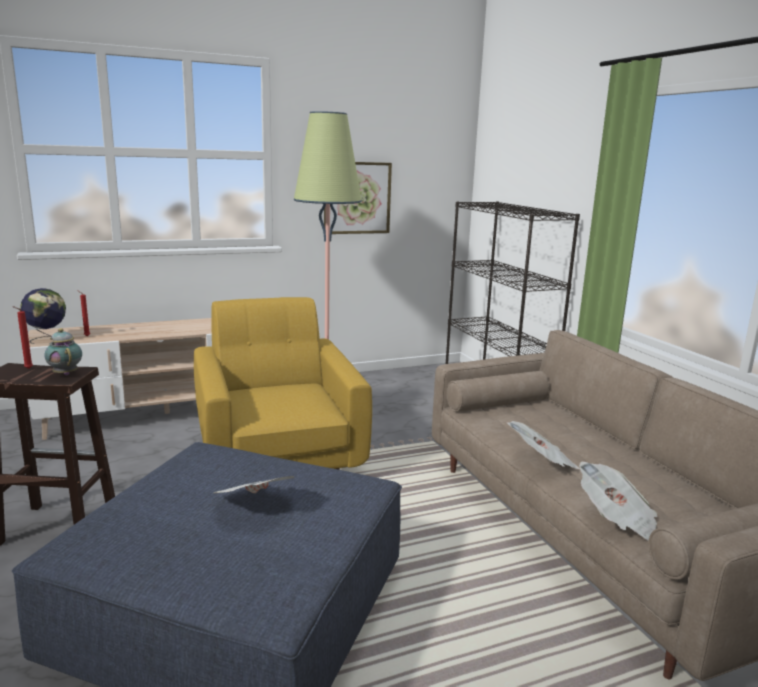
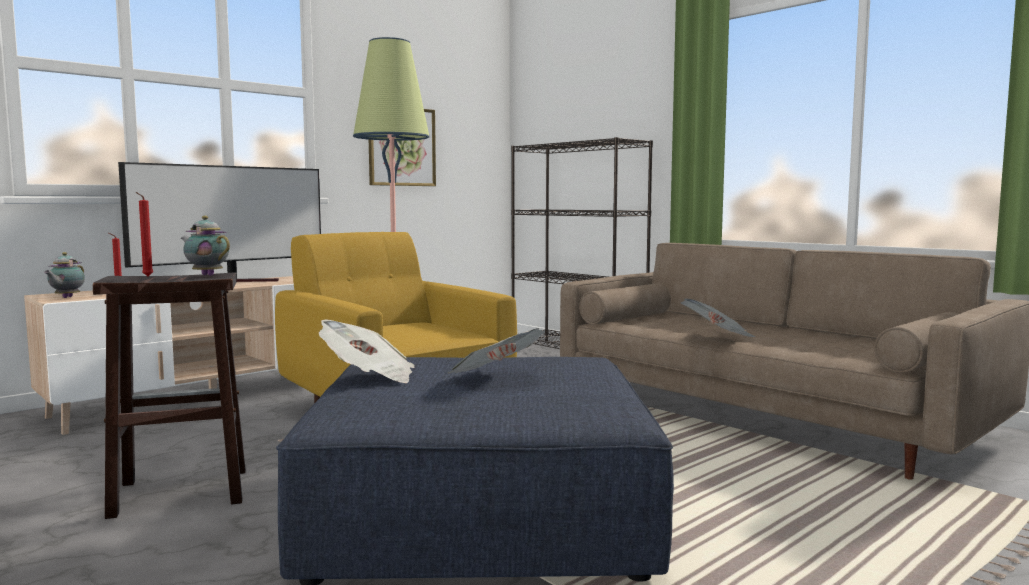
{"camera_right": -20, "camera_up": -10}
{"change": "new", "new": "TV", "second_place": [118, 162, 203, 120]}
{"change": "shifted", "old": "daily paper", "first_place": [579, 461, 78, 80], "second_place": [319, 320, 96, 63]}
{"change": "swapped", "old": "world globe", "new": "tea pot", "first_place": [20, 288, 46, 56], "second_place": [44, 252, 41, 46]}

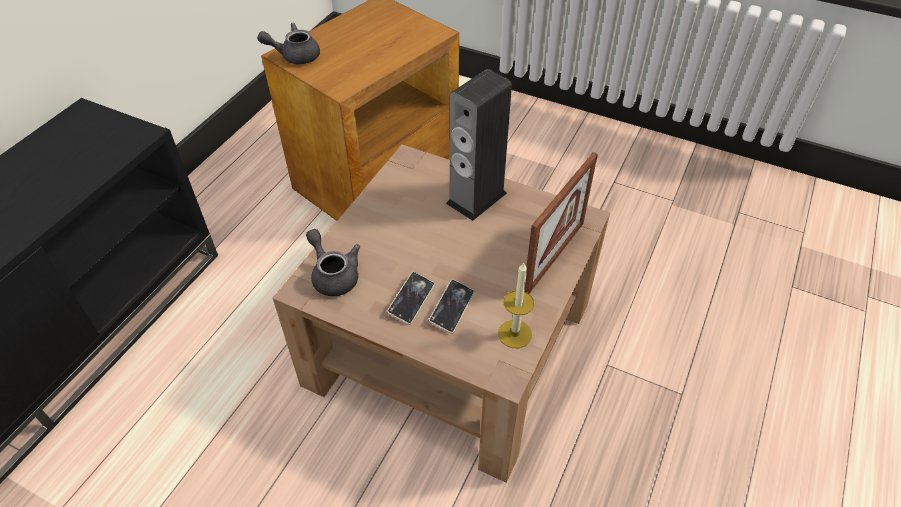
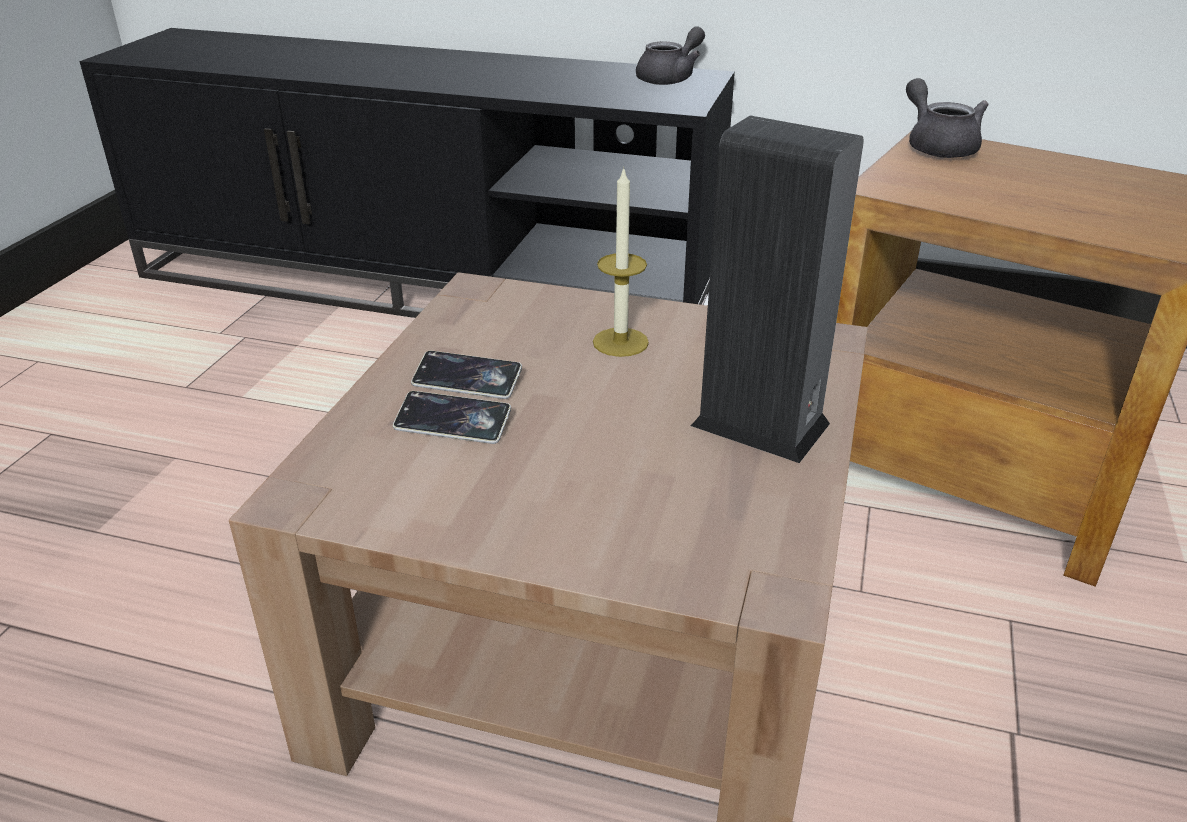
{"camera_right": 80, "camera_up": -15}
{"change": "gone", "old": "standing frame", "first_place": [524, 152, 74, 142]}
{"change": "shifted", "old": "greyish tea pot", "first_place": [306, 229, 54, 67], "second_place": [636, 26, 69, 59]}
{"change": "shifted", "old": "wax light", "first_place": [498, 263, 36, 85], "second_place": [593, 166, 56, 191]}

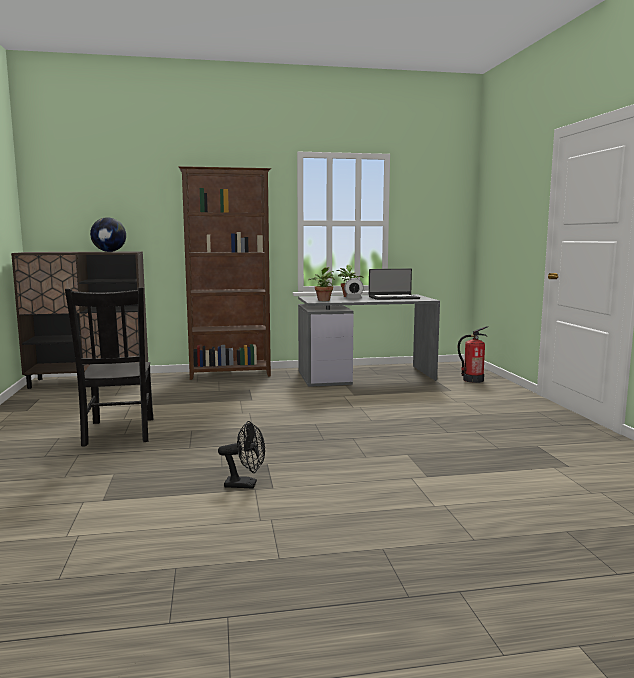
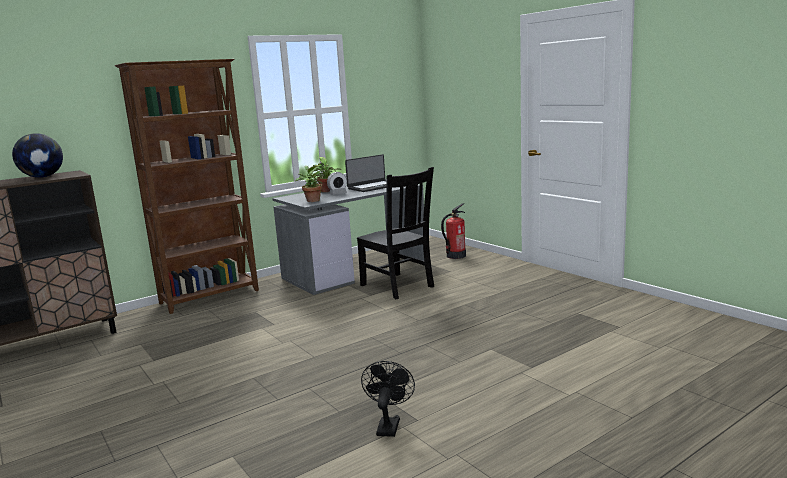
{"camera_right": -25, "camera_up": 5}
{"change": "shifted", "old": "black upright chair", "first_place": [65, 287, 88, 159], "second_place": [357, 167, 77, 132]}
{"change": "rotated", "old": "black cooling fan", "first_place": [218, 421, 47, 68], "second_place": [361, 361, 54, 76], "degrees": -60}

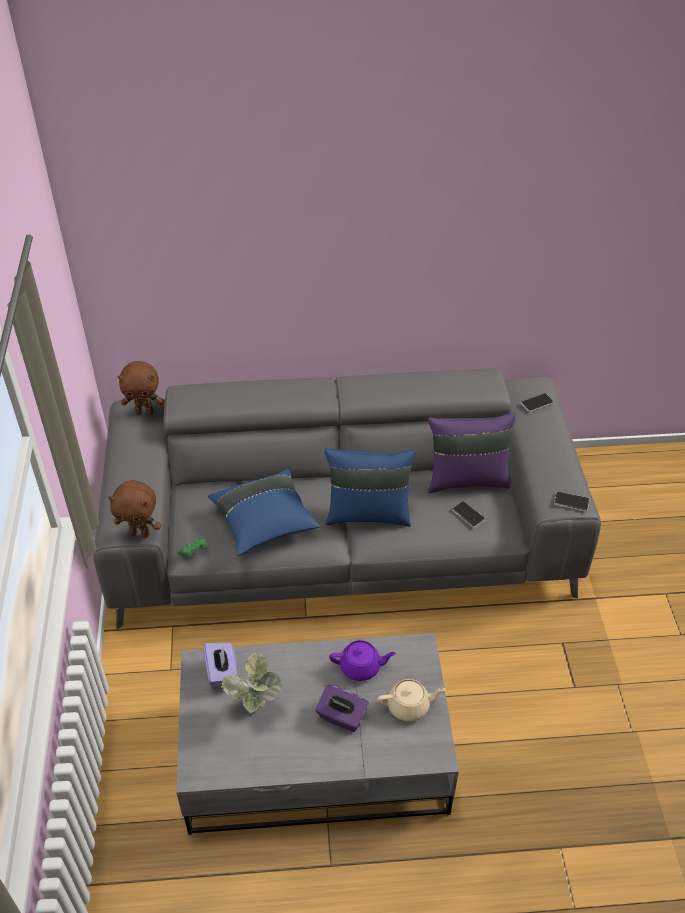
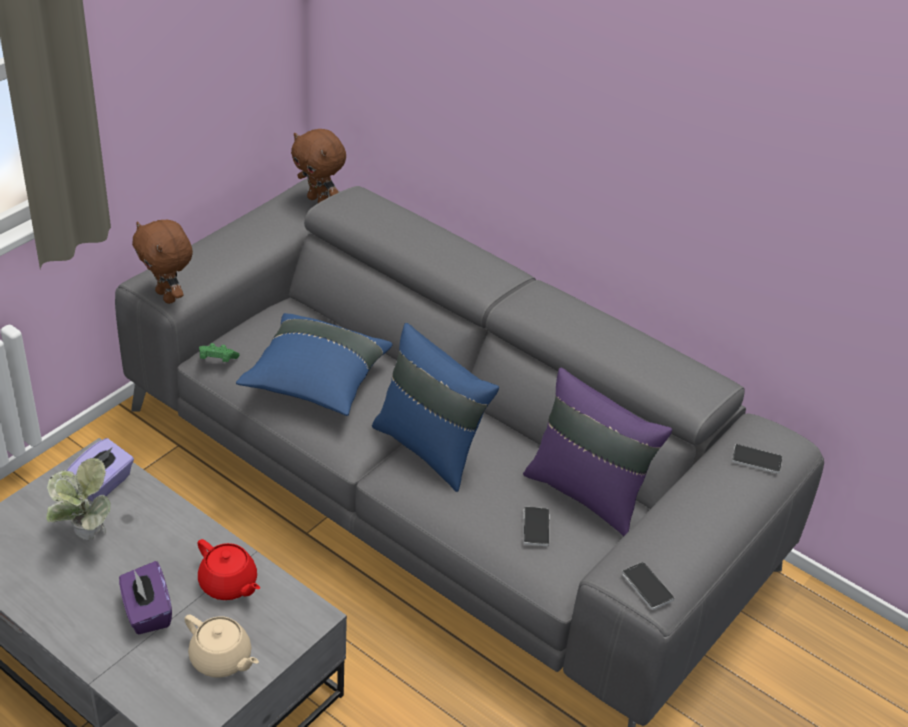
{"camera_right": 40, "camera_up": -5}
{"change": "repainted", "old": "purplish tea pot", "new": "red tea pot", "first_place": [329, 640, 67, 41], "second_place": [198, 539, 62, 61]}

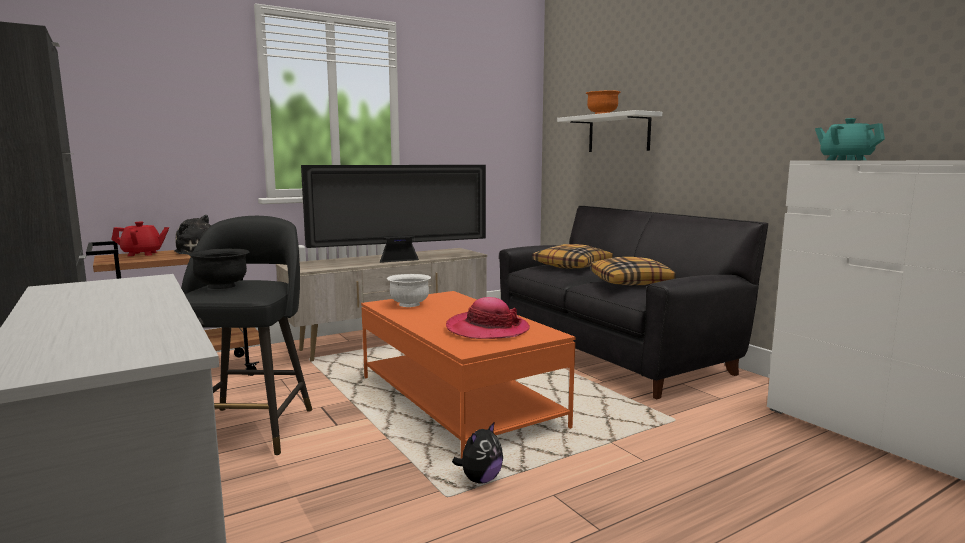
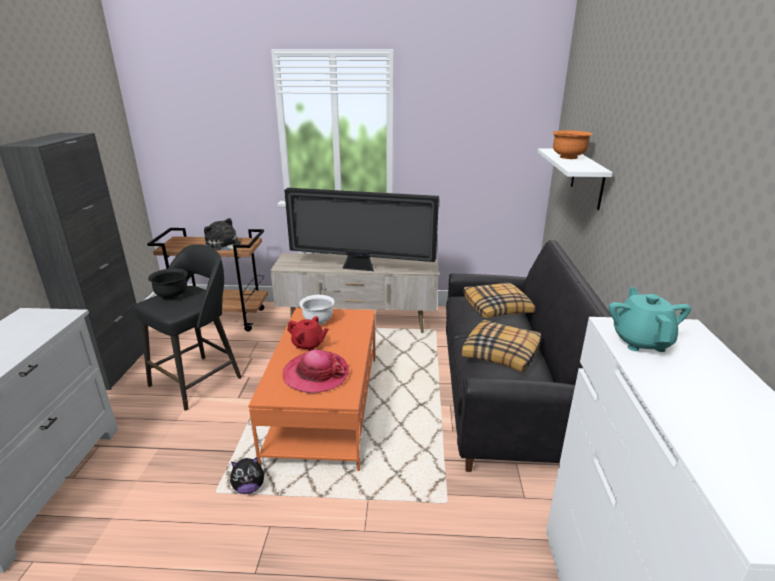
{"camera_right": 35, "camera_up": 15}
{"change": "shifted", "old": "red tea pot", "first_place": [111, 222, 58, 34], "second_place": [287, 316, 41, 35]}

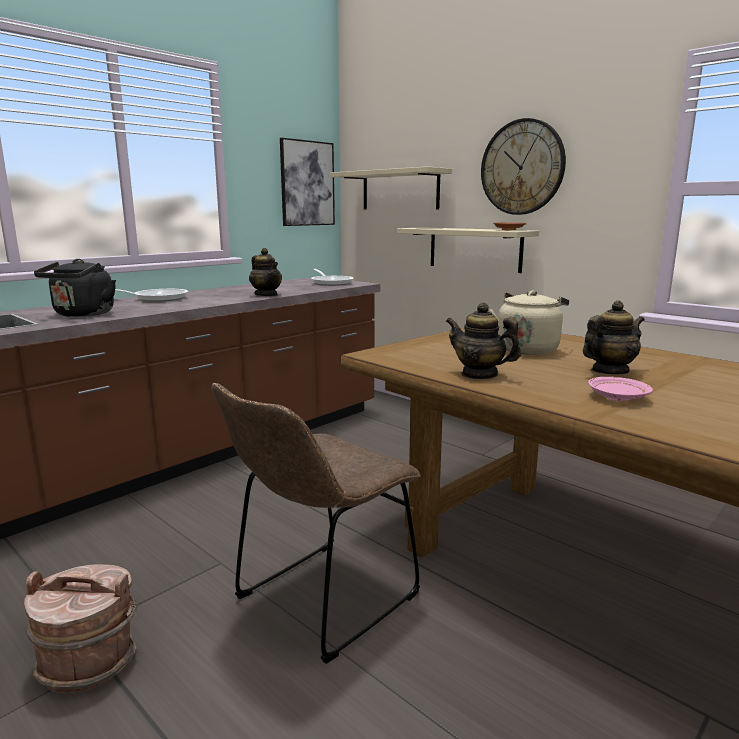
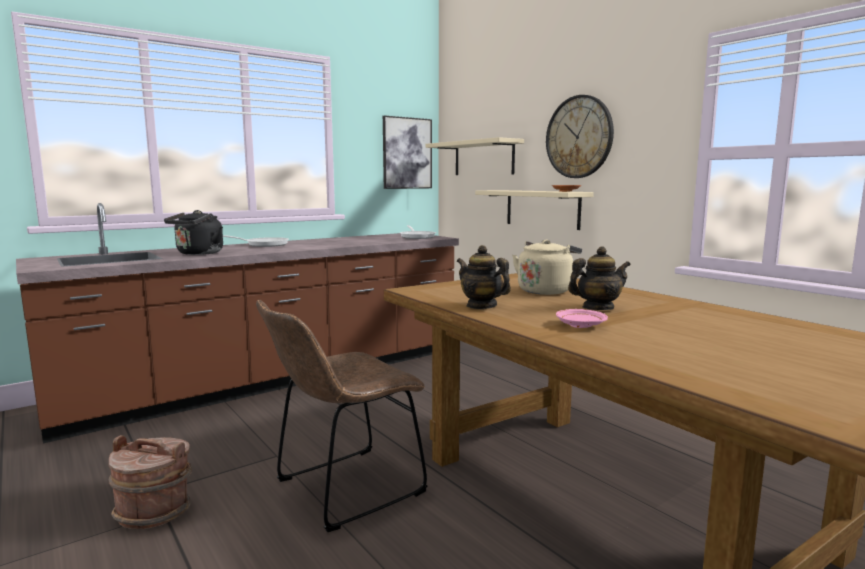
{"camera_right": 10, "camera_up": -5}
{"change": "gone", "old": "tea pot", "first_place": [249, 248, 33, 48]}

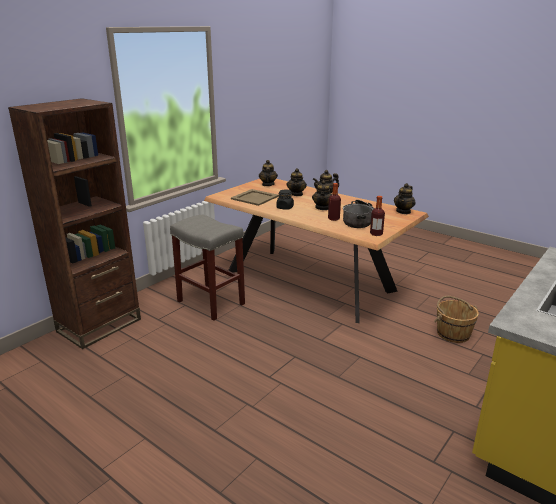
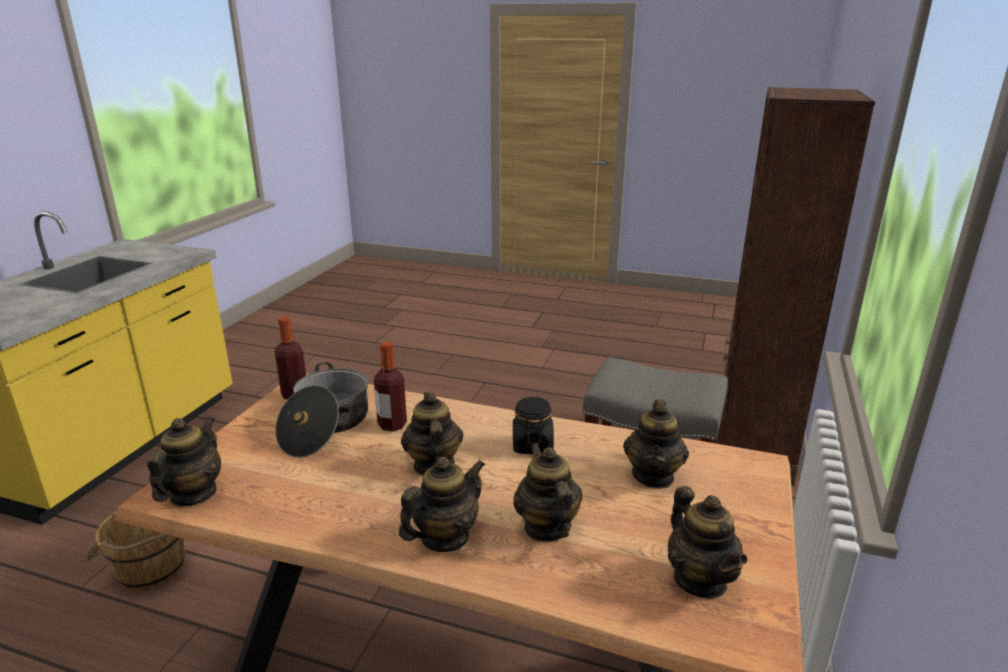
{"camera_right": 160, "camera_up": 0}
{"change": "swapped", "old": "beige carrying tray", "new": "tea pot", "first_place": [231, 189, 48, 17], "second_place": [623, 399, 66, 90]}

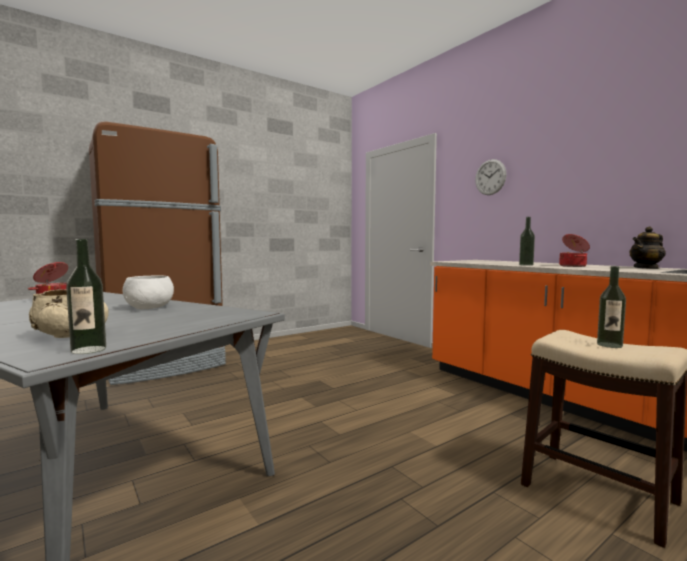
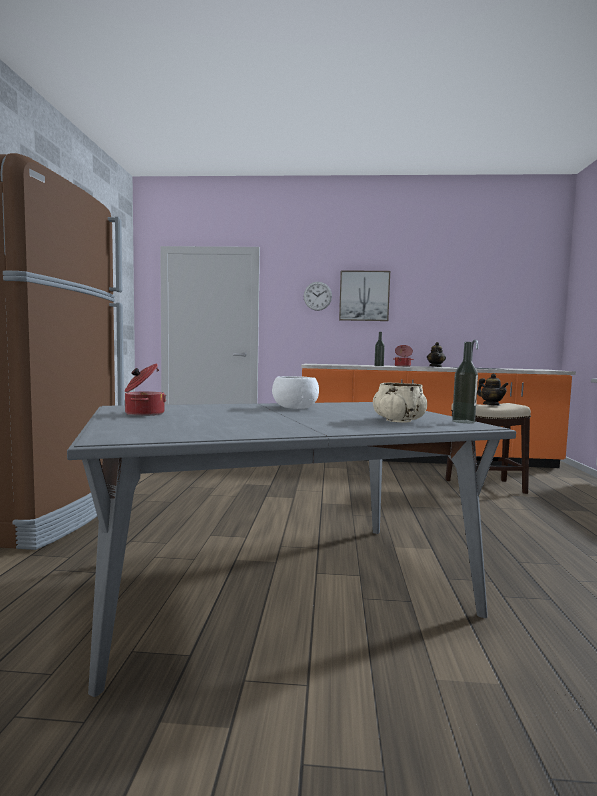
{"camera_right": -50, "camera_up": 0}
{"change": "new", "new": "picture", "second_place": [339, 270, 51, 51]}
{"change": "swapped", "old": "bottle", "new": "tea pot", "first_place": [597, 266, 29, 82], "second_place": [477, 373, 32, 33]}

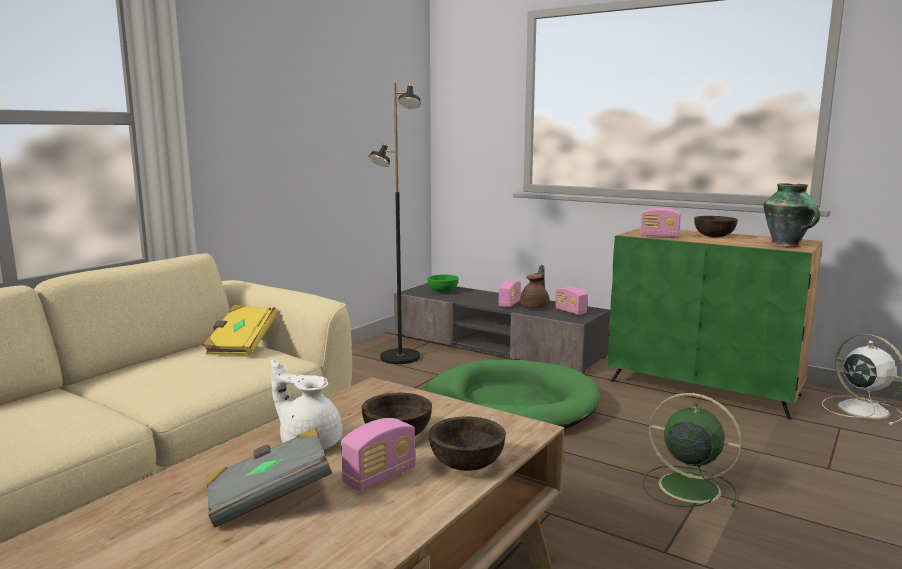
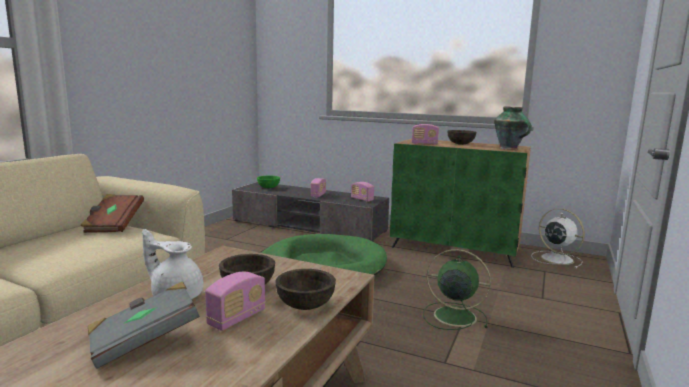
{"camera_right": -10, "camera_up": 0}
{"change": "gone", "old": "black standing lamp", "first_place": [368, 83, 53, 281]}
{"change": "gone", "old": "brown tea pot", "first_place": [520, 265, 30, 43]}
{"change": "repainted", "old": "yellow-coloured bound book", "new": "brown bound book", "first_place": [203, 305, 75, 50], "second_place": [80, 194, 64, 39]}

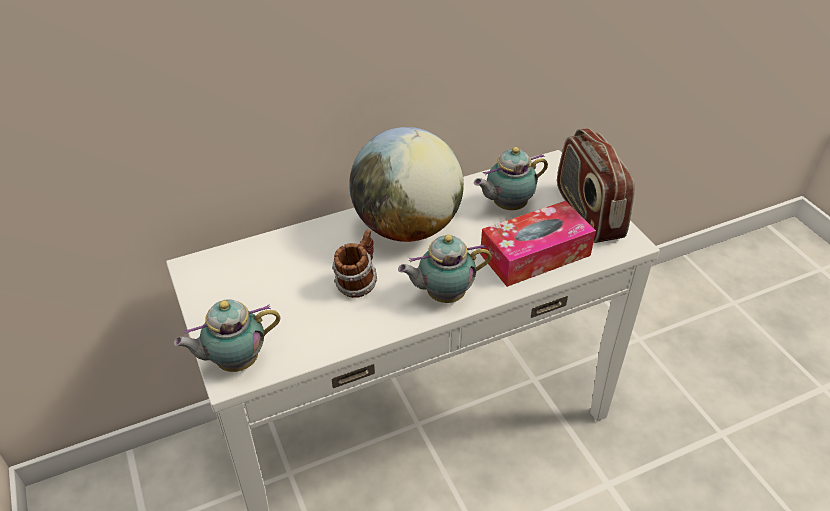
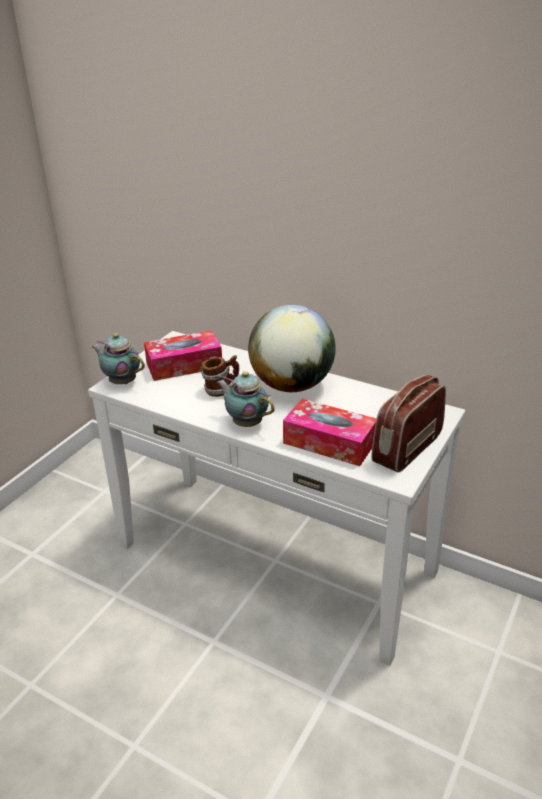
{"camera_right": 55, "camera_up": -10}
{"change": "gone", "old": "tea pot", "first_place": [474, 147, 74, 63]}
{"change": "new", "new": "box of tissues", "second_place": [144, 330, 78, 51]}

